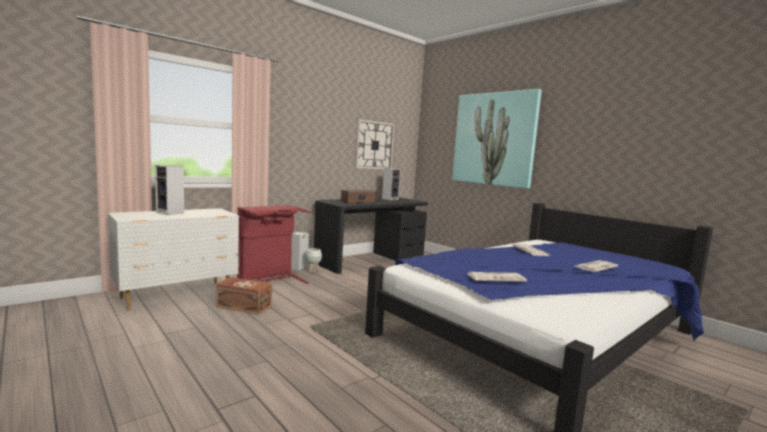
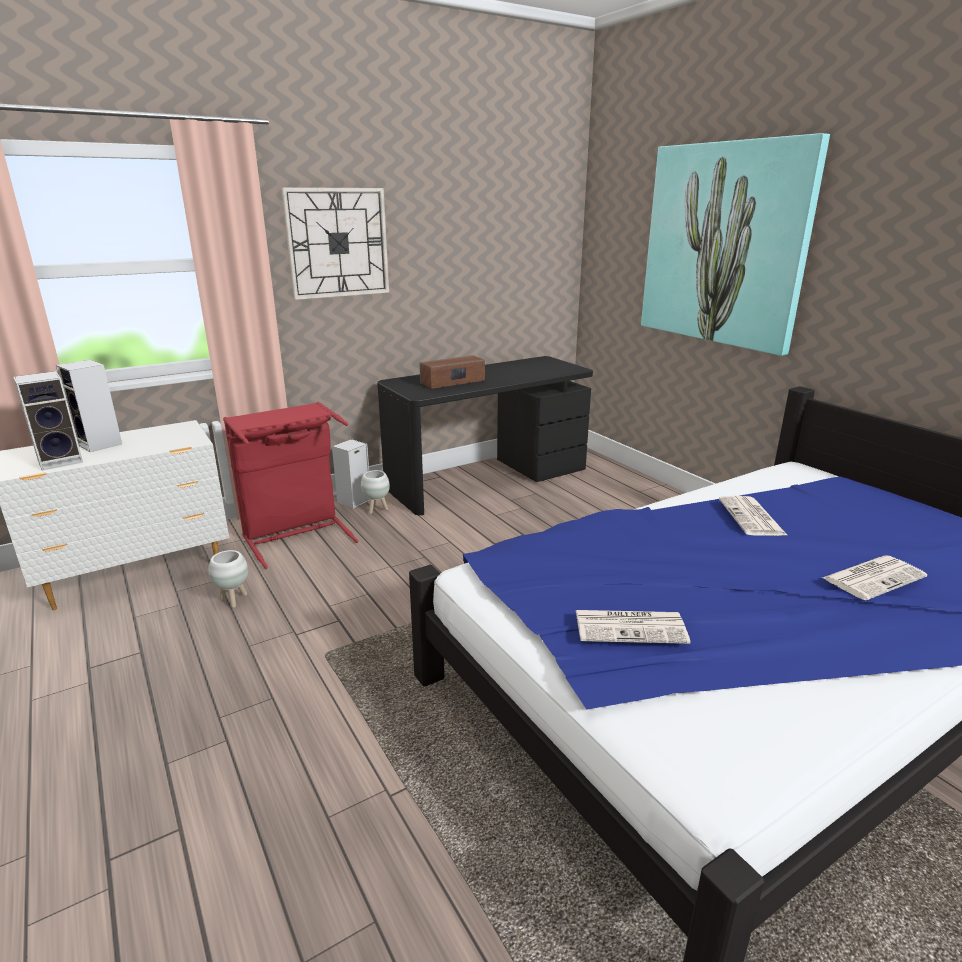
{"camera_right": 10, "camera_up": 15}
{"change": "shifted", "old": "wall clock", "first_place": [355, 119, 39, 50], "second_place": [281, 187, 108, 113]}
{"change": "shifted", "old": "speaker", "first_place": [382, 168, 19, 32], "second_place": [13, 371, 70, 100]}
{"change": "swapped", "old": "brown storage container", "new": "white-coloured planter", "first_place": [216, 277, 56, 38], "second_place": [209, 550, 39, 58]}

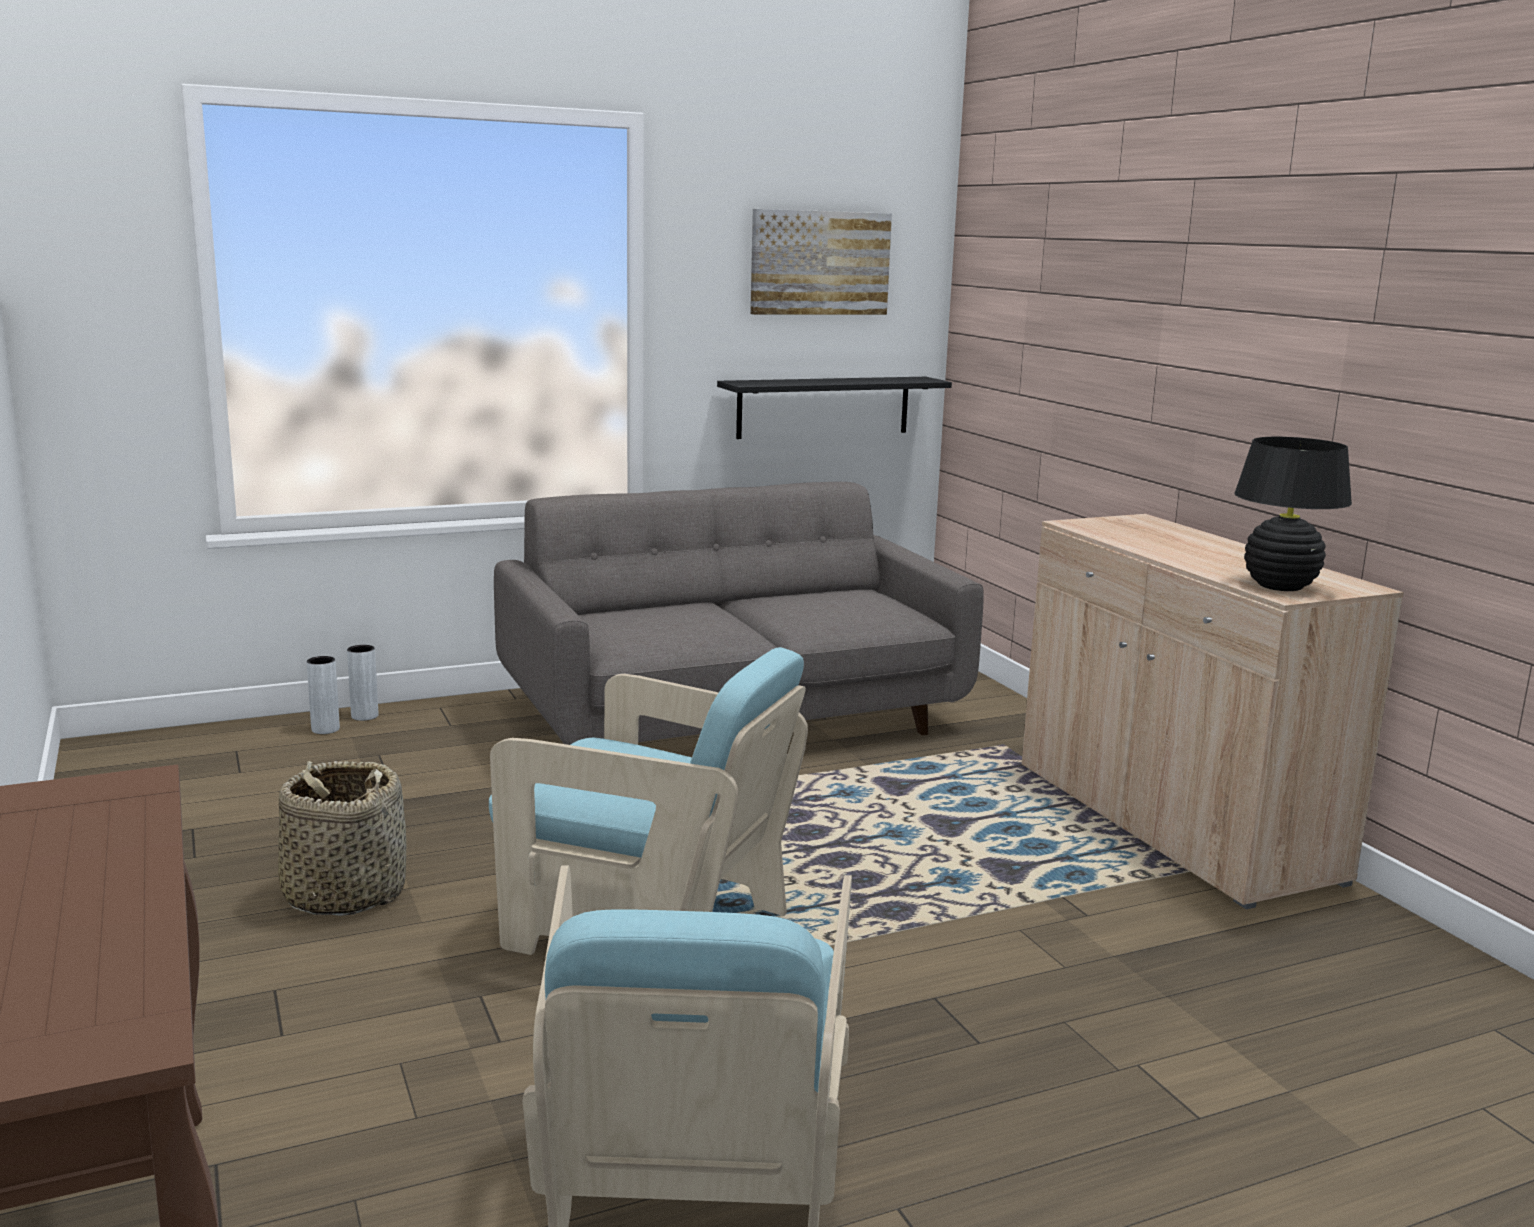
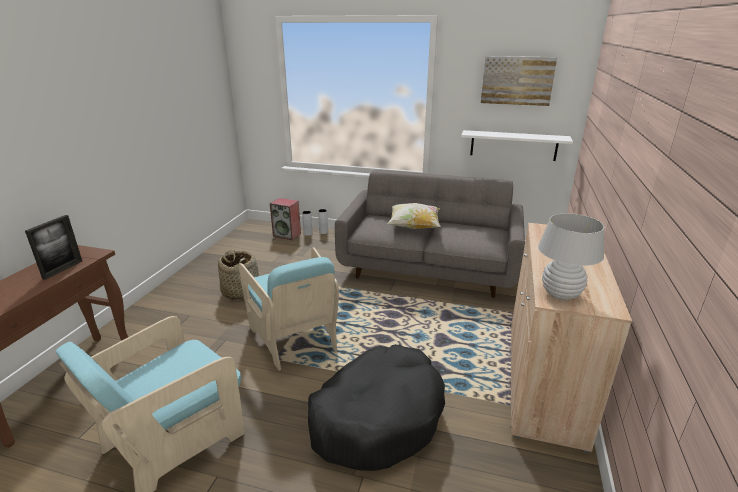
{"camera_right": 40, "camera_up": 10}
{"change": "new", "new": "standing frame", "second_place": [25, 215, 57, 65]}
{"change": "new", "new": "speaker", "second_place": [270, 198, 31, 42]}
{"change": "new", "new": "black pet bed", "second_place": [308, 345, 137, 126]}
{"change": "new", "new": "pillow", "second_place": [387, 203, 54, 26]}
{"change": "repainted", "old": "black shelf", "new": "white-coloured shelf", "first_place": [717, 377, 235, 62], "second_place": [461, 130, 112, 31]}
{"change": "repainted", "old": "black lamp for a table", "new": "white-coloured lamp for a table", "first_place": [1234, 437, 118, 154], "second_place": [538, 213, 67, 87]}

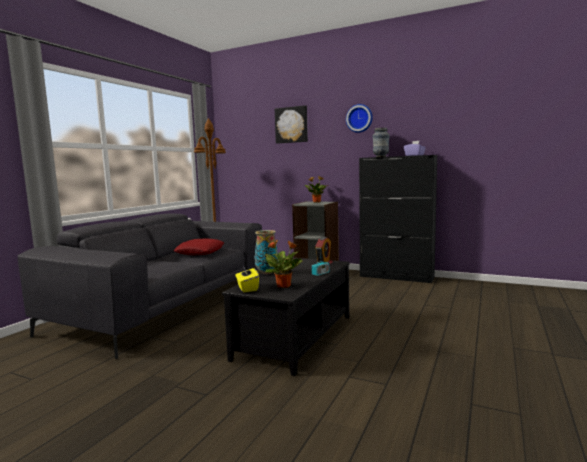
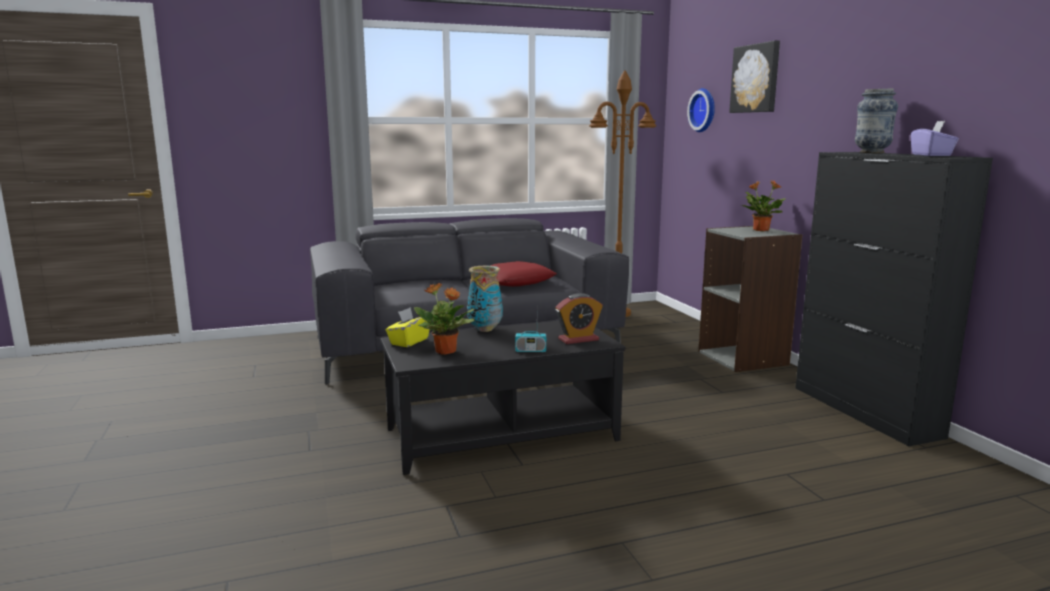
{"camera_right": 45, "camera_up": 5}
{"change": "shifted", "old": "wall clock", "first_place": [346, 104, 27, 29], "second_place": [687, 88, 28, 44]}

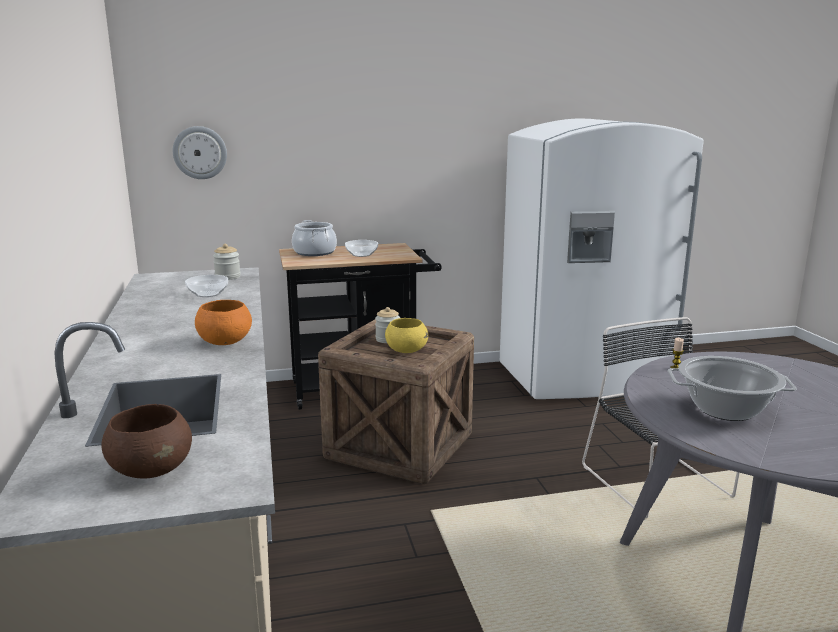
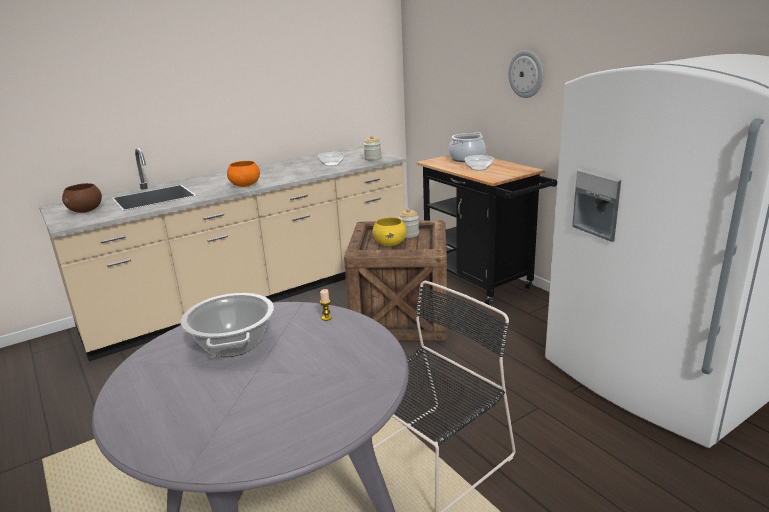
{"camera_right": 70, "camera_up": 5}
{"change": "shifted", "old": "wall clock", "first_place": [173, 126, 54, 53], "second_place": [508, 50, 35, 48]}

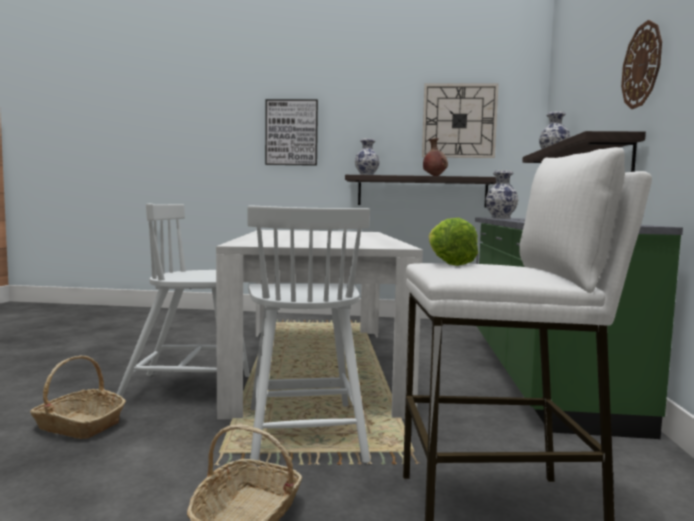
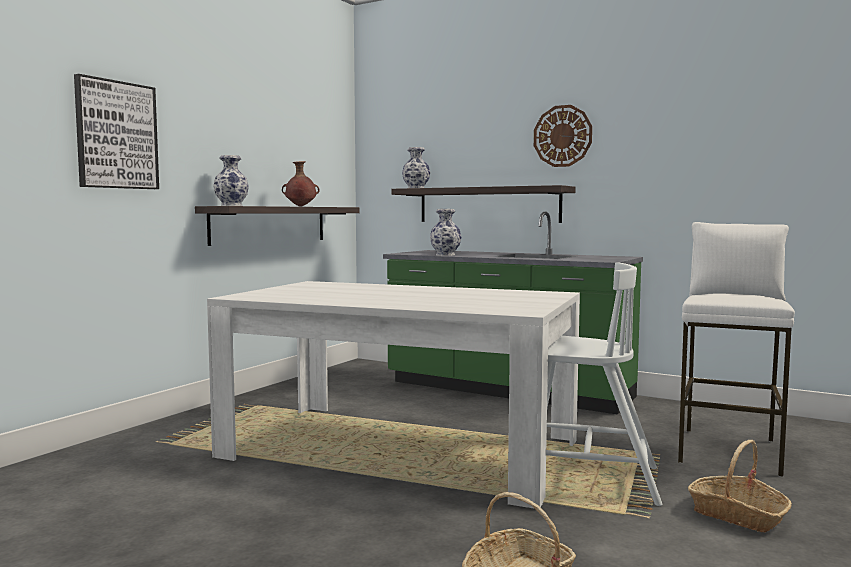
{"camera_right": -65, "camera_up": 0}
{"change": "gone", "old": "white-coloured upright chair", "first_place": [117, 203, 133, 194]}
{"change": "gone", "old": "wall clock", "first_place": [422, 83, 77, 75]}
{"change": "gone", "old": "head of lettuce", "first_place": [429, 218, 49, 48]}

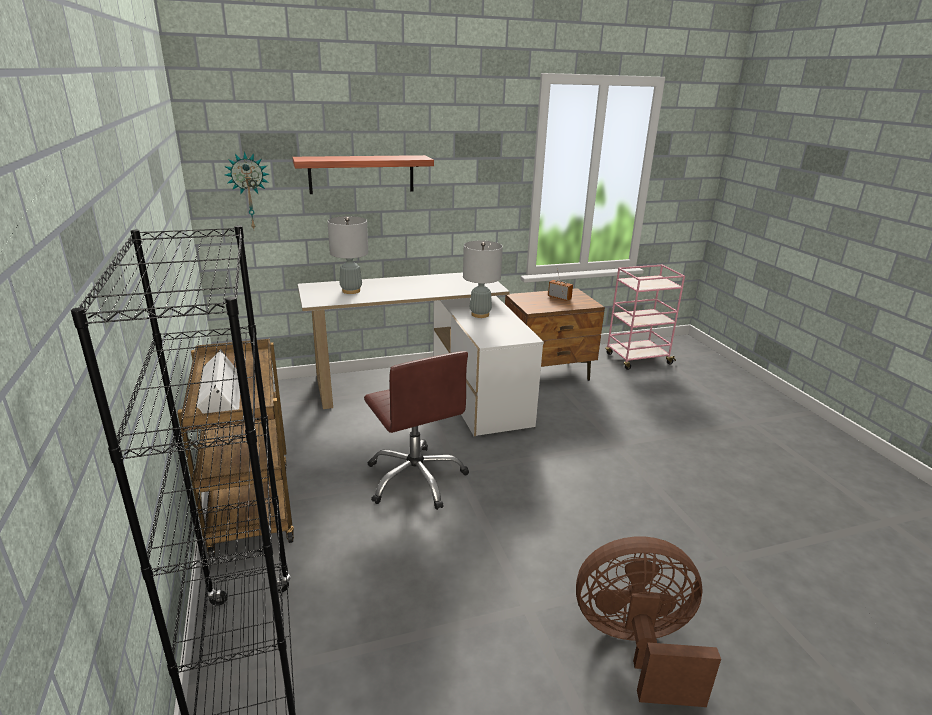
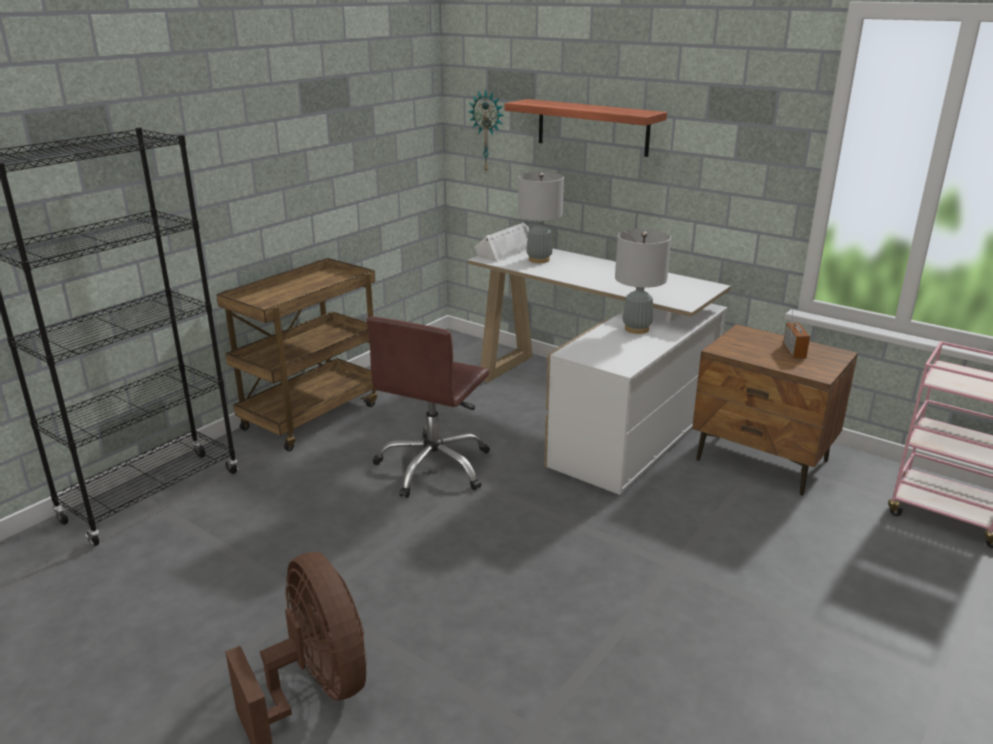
{"camera_right": 55, "camera_up": 0}
{"change": "shifted", "old": "white-coloured speaker", "first_place": [197, 349, 43, 65], "second_place": [475, 221, 54, 41]}

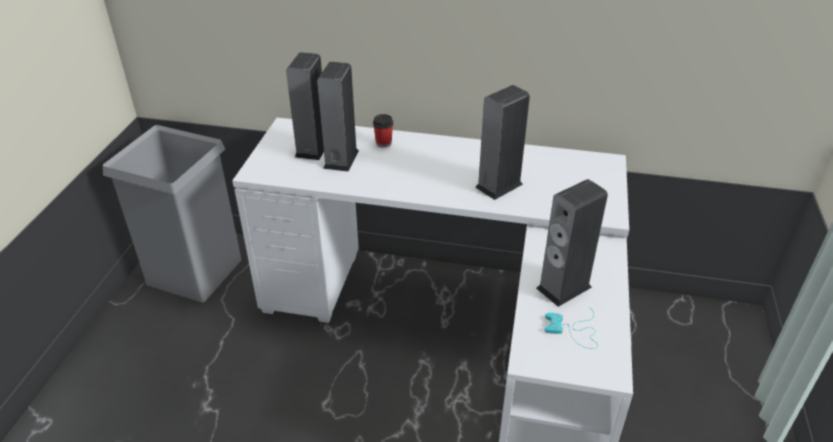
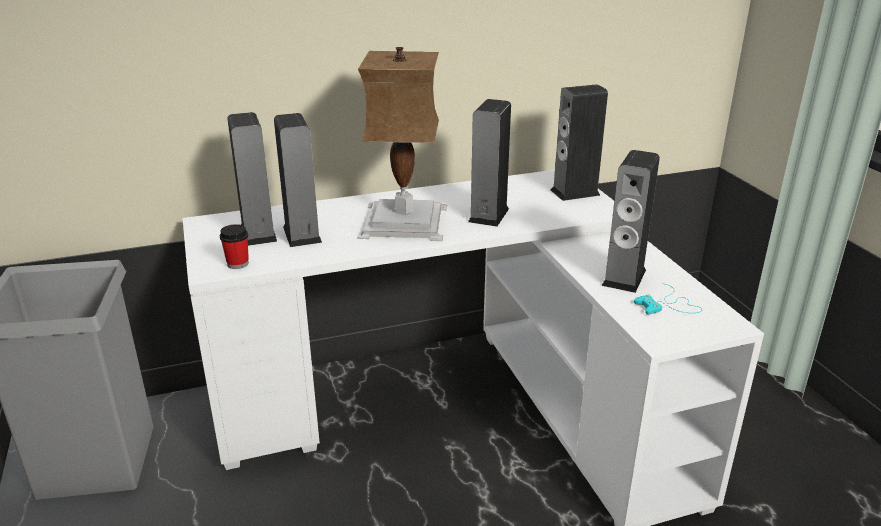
{"camera_right": -30, "camera_up": -10}
{"change": "new", "new": "lamp for a table", "second_place": [357, 47, 90, 194]}
{"change": "new", "new": "speaker", "second_place": [551, 84, 57, 117]}
{"change": "shifted", "old": "cup", "first_place": [373, 114, 20, 34], "second_place": [220, 224, 29, 45]}

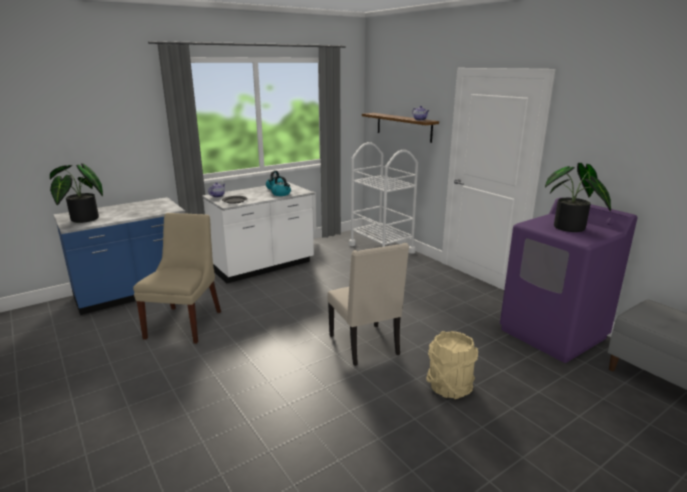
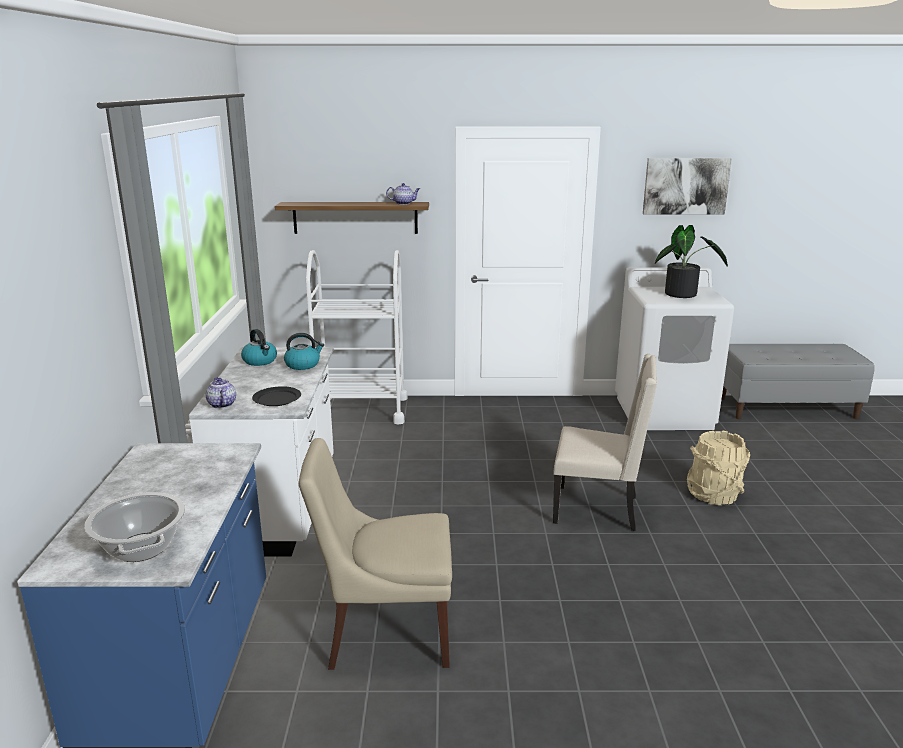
{"camera_right": -55, "camera_up": 0}
{"change": "new", "new": "picture", "second_place": [643, 158, 89, 56]}
{"change": "swapped", "old": "plant in a pot", "new": "stockpot", "first_place": [50, 163, 53, 60], "second_place": [84, 492, 101, 70]}
{"change": "repainted", "old": "purplish laundry machine", "new": "white-coloured laundry machine", "first_place": [500, 197, 137, 166], "second_place": [615, 267, 119, 163]}
{"change": "rotated", "old": "beige upright chair", "first_place": [133, 213, 88, 131], "second_place": [299, 438, 153, 232], "degrees": -45}

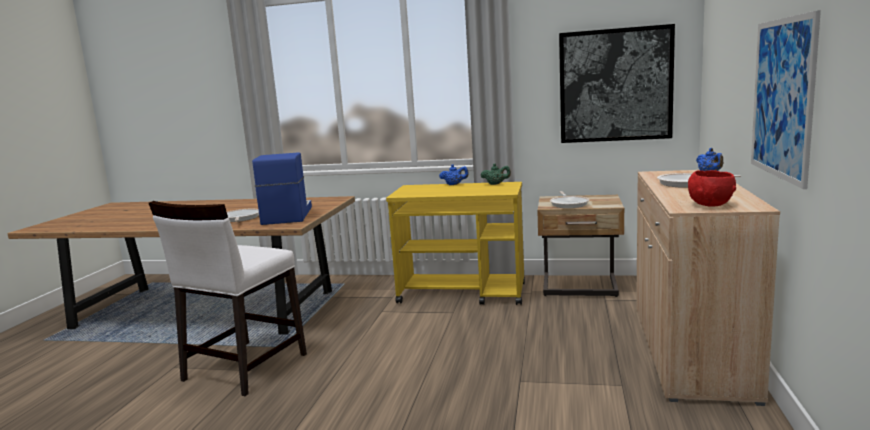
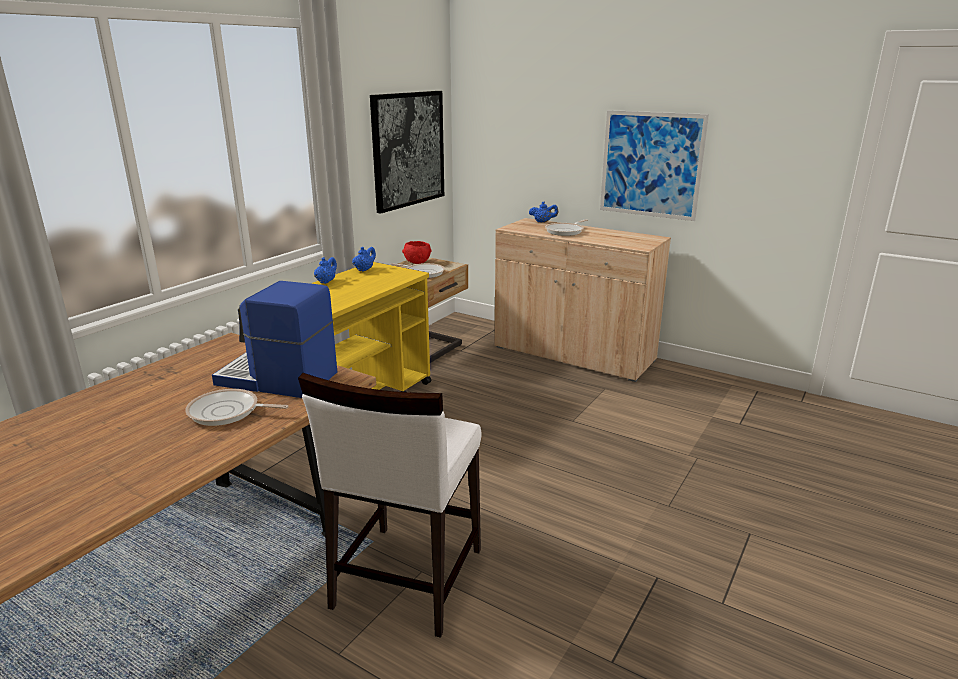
{"camera_right": -70, "camera_up": 10}
{"change": "shifted", "old": "red bowl", "first_place": [688, 170, 48, 37], "second_place": [402, 241, 29, 23]}
{"change": "repainted", "old": "greenish tea pot", "new": "blue tea pot", "first_place": [481, 163, 30, 22], "second_place": [352, 247, 24, 25]}
{"change": "rotated", "old": "white-coloured upright chair", "first_place": [149, 201, 158, 195], "second_place": [298, 373, 184, 265], "degrees": 60}

